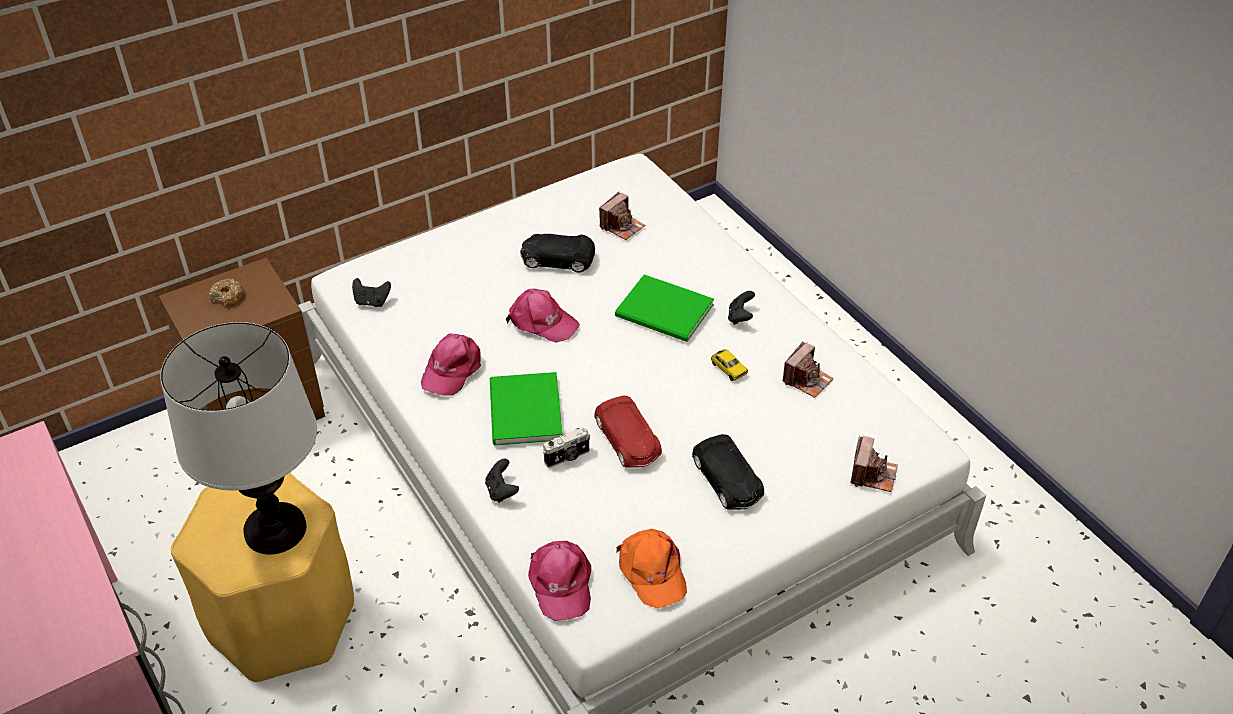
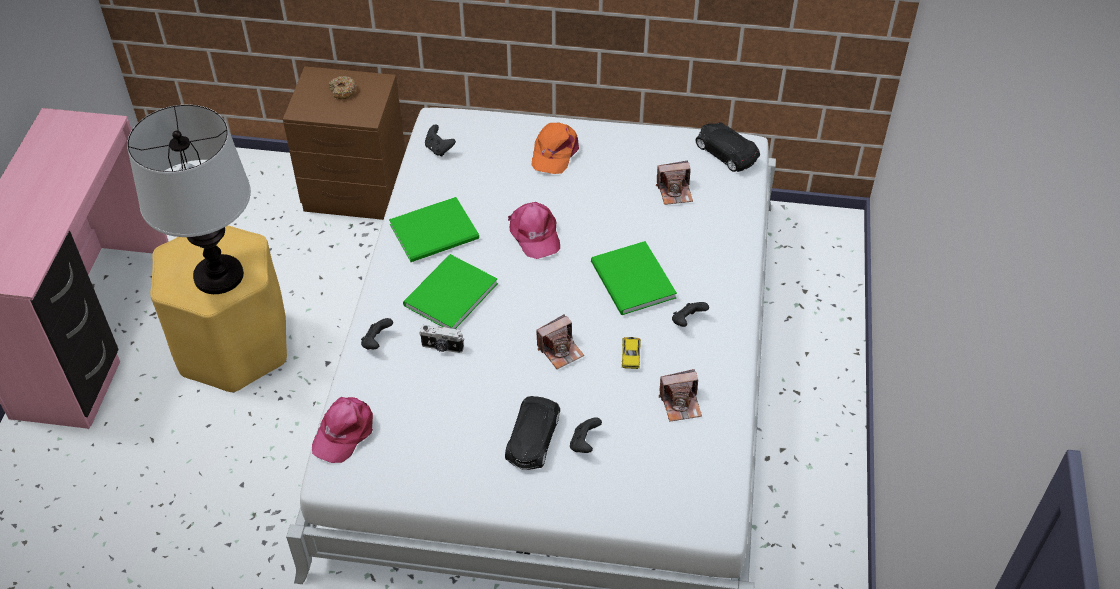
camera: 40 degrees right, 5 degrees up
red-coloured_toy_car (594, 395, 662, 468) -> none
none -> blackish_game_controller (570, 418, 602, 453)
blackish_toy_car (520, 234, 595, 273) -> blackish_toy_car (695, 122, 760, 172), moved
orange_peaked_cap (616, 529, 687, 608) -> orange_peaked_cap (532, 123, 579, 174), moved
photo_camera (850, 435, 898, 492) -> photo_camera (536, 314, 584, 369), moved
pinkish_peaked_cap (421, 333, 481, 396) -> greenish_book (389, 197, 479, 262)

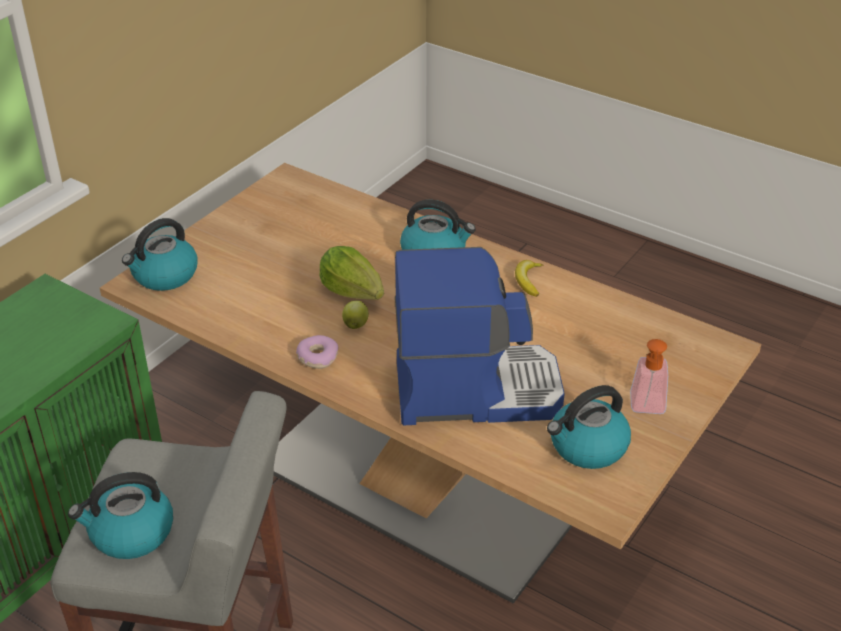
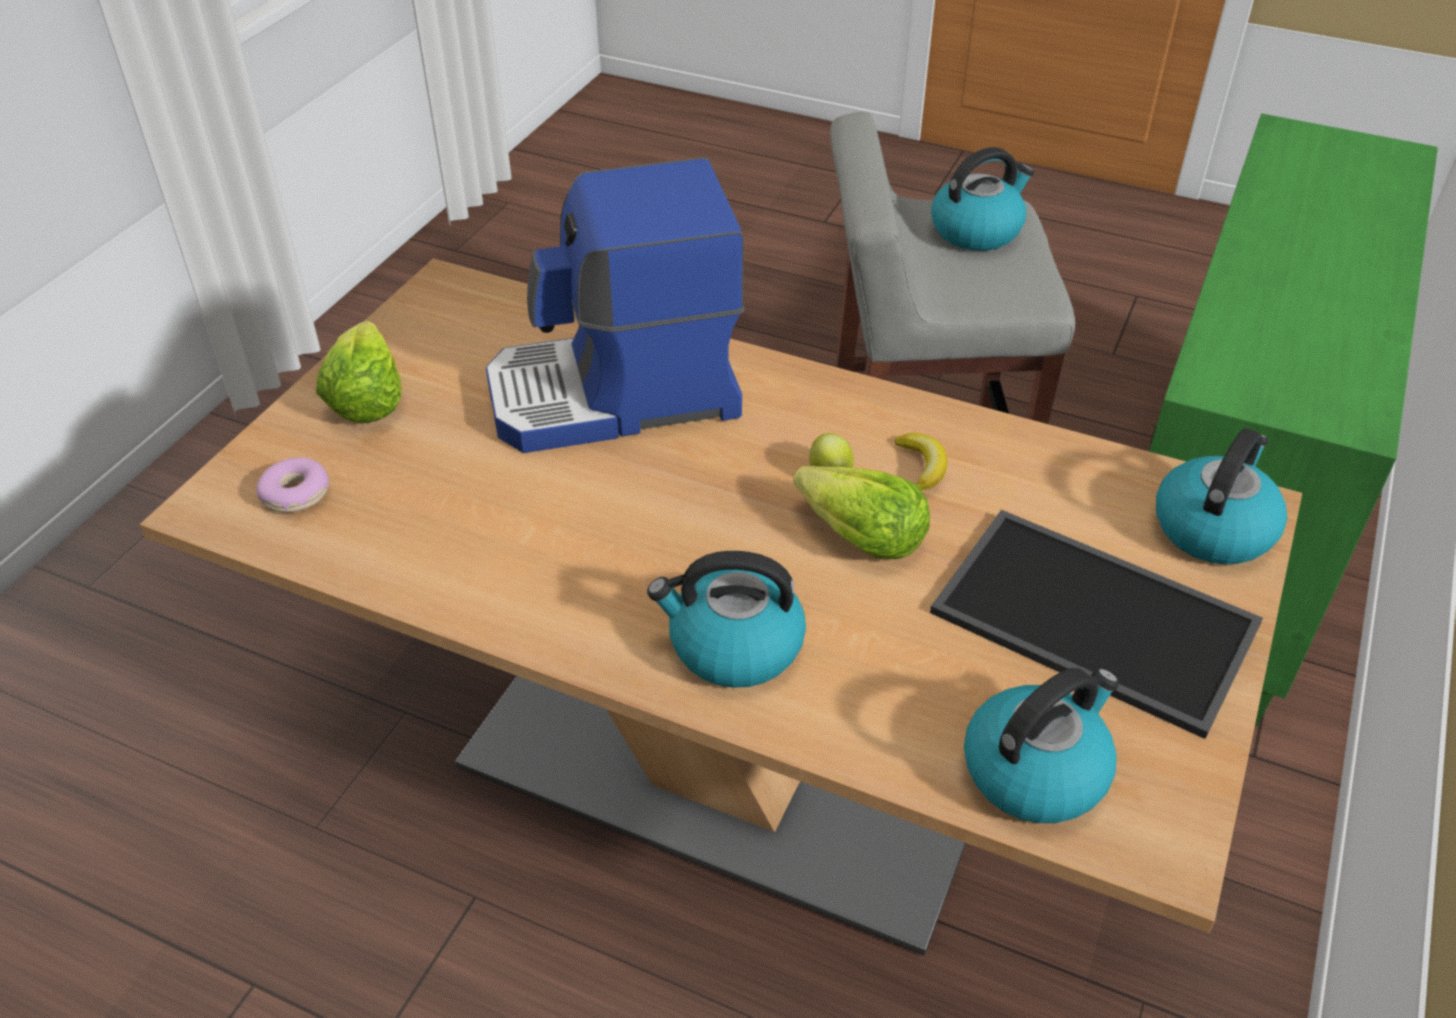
camera: 170 degrees right, 5 degrees up
none -> tray (930, 510, 1263, 739)
donut (296, 335, 338, 369) -> donut (256, 457, 329, 513), moved
whole_banana (515, 260, 544, 297) -> whole_banana (894, 433, 947, 490), moved
kettle (547, 385, 631, 469) -> kettle (964, 668, 1119, 823), moved
soap_bottle (630, 339, 668, 414) -> head_of_lettuce (316, 321, 402, 423)

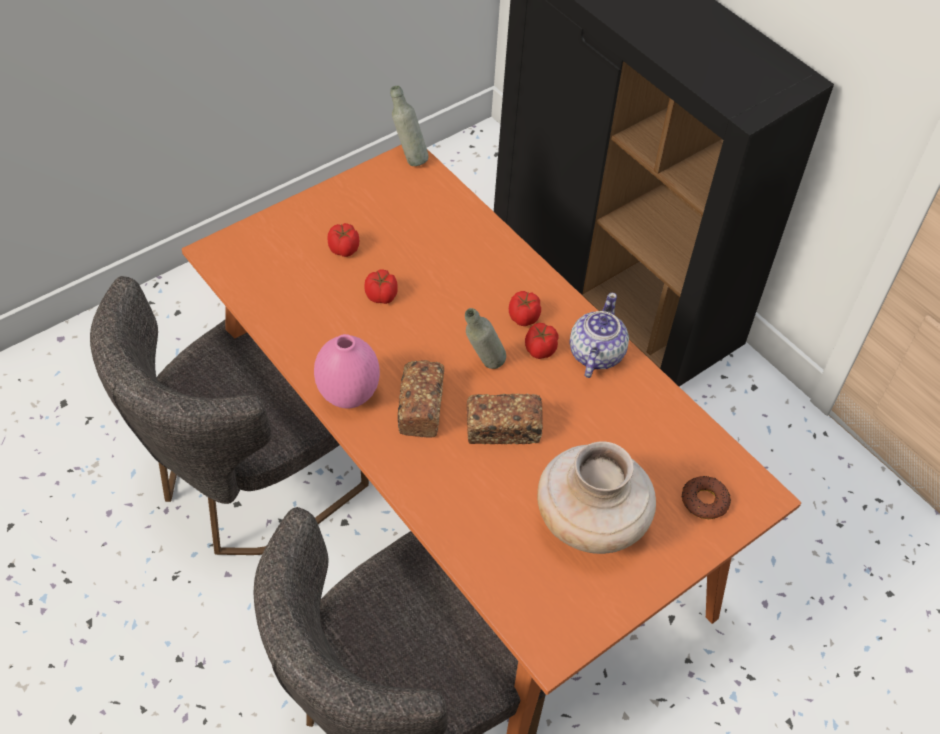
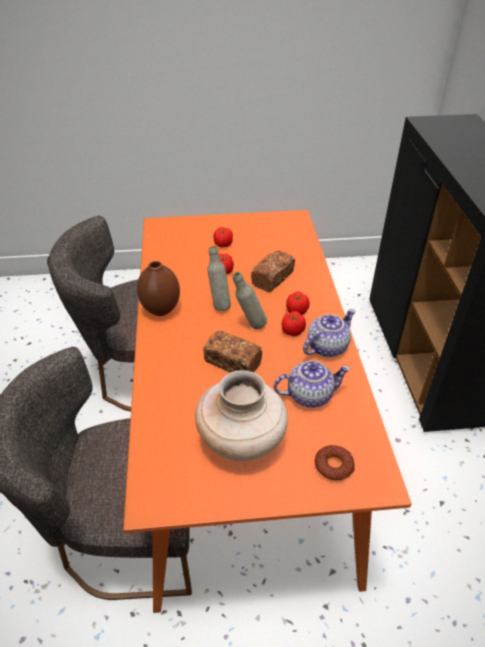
camera: 35 degrees right, 10 degrees down
none -> pot_for_tea (274, 361, 351, 408)
gray_bottle (390, 85, 429, 166) -> gray_bottle (207, 246, 231, 311), moved
baked_bread (398, 360, 444, 438) -> baked_bread (251, 251, 295, 292), moved
pinkish_vase (314, 334, 380, 409) -> brownish_vase (137, 261, 180, 316)

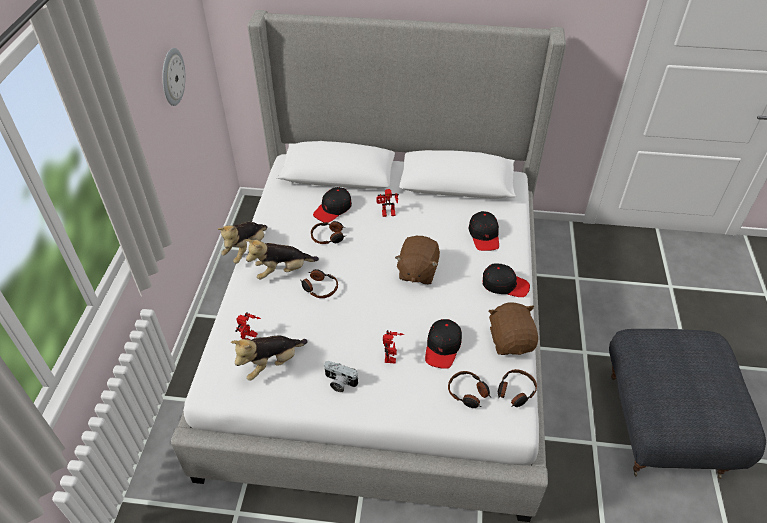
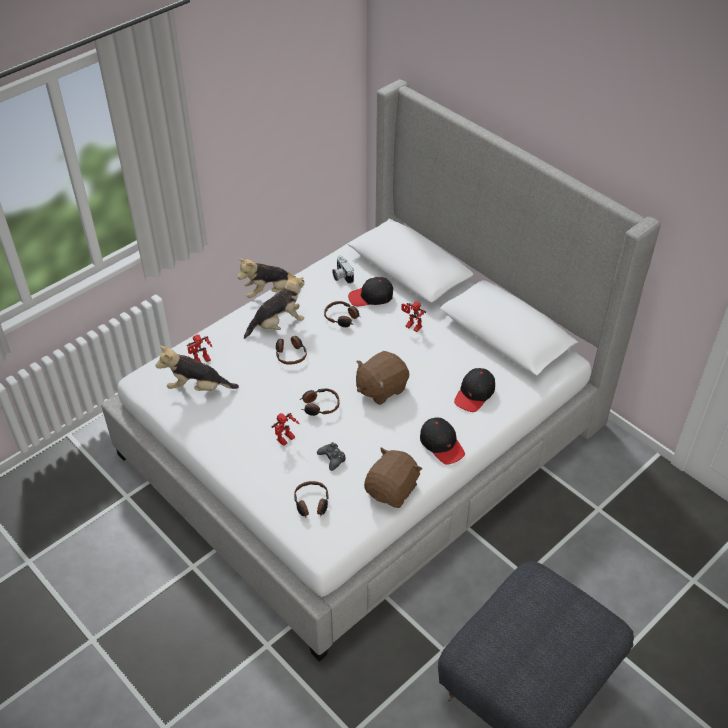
camera: 40 degrees right, 0 degrees up
hanging_clock (162, 48, 186, 106) -> none
photo_camera (324, 361, 359, 392) -> photo_camera (332, 255, 354, 284), moved
headset (498, 369, 537, 407) -> headset (299, 389, 340, 416), moved
blackish_peaked_cap (425, 319, 462, 369) -> blackish_game_controller (317, 442, 345, 471)
soft_toy (246, 239, 319, 279) -> soft_toy (244, 271, 304, 339), 135 degrees clockwise

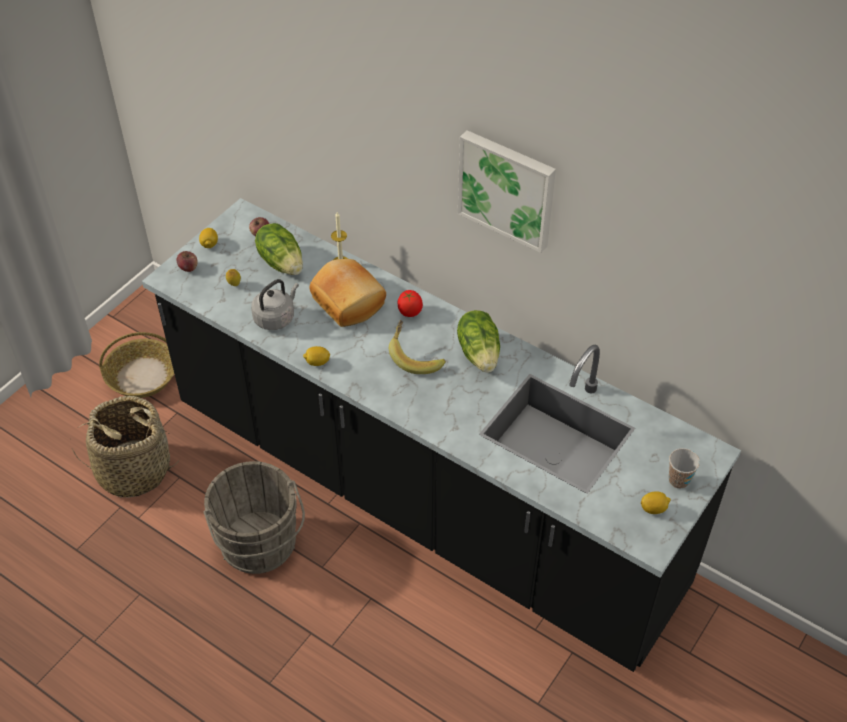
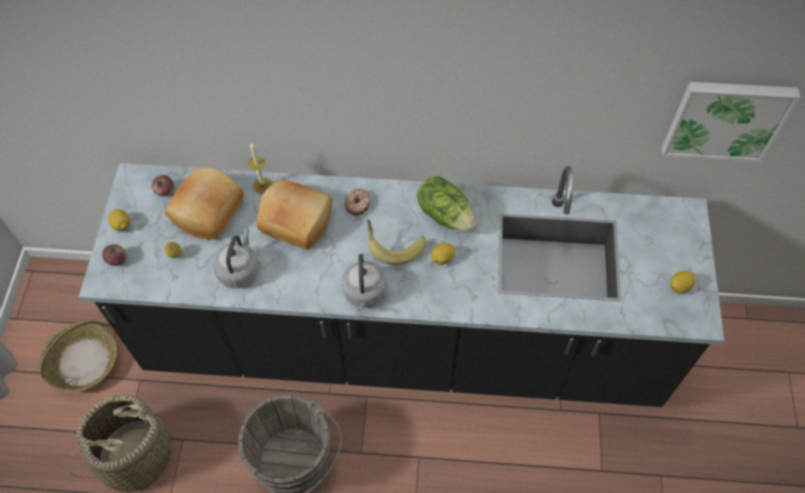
camera: 30 degrees left, 10 degrees up
cup (669, 448, 700, 489) -> none
none -> gray_kettle (342, 254, 387, 311)
whole_lemon (303, 346, 330, 366) -> whole_lemon (431, 243, 455, 265), moved
wall_picture (458, 130, 556, 253) -> wall_picture (662, 82, 800, 162), moved
head_of_lettuce (255, 223, 303, 275) -> baked_bread (165, 168, 244, 240)
tomato (398, 290, 423, 317) -> donut (344, 188, 370, 215)

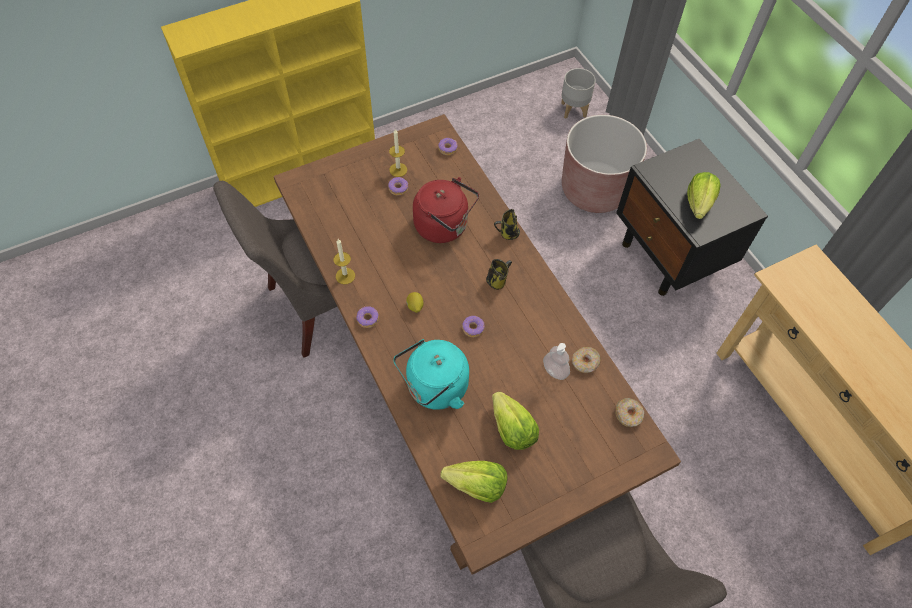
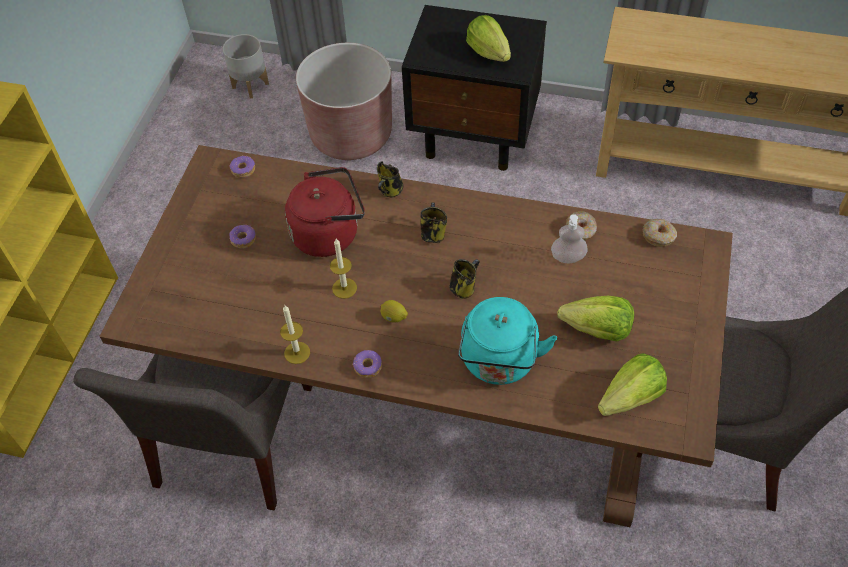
camera: 45 degrees left, 5 degrees down
candle (389, 129, 407, 177) -> candle (330, 239, 357, 299), moved
donut (462, 316, 485, 337) -> tea_mug (449, 259, 480, 299)

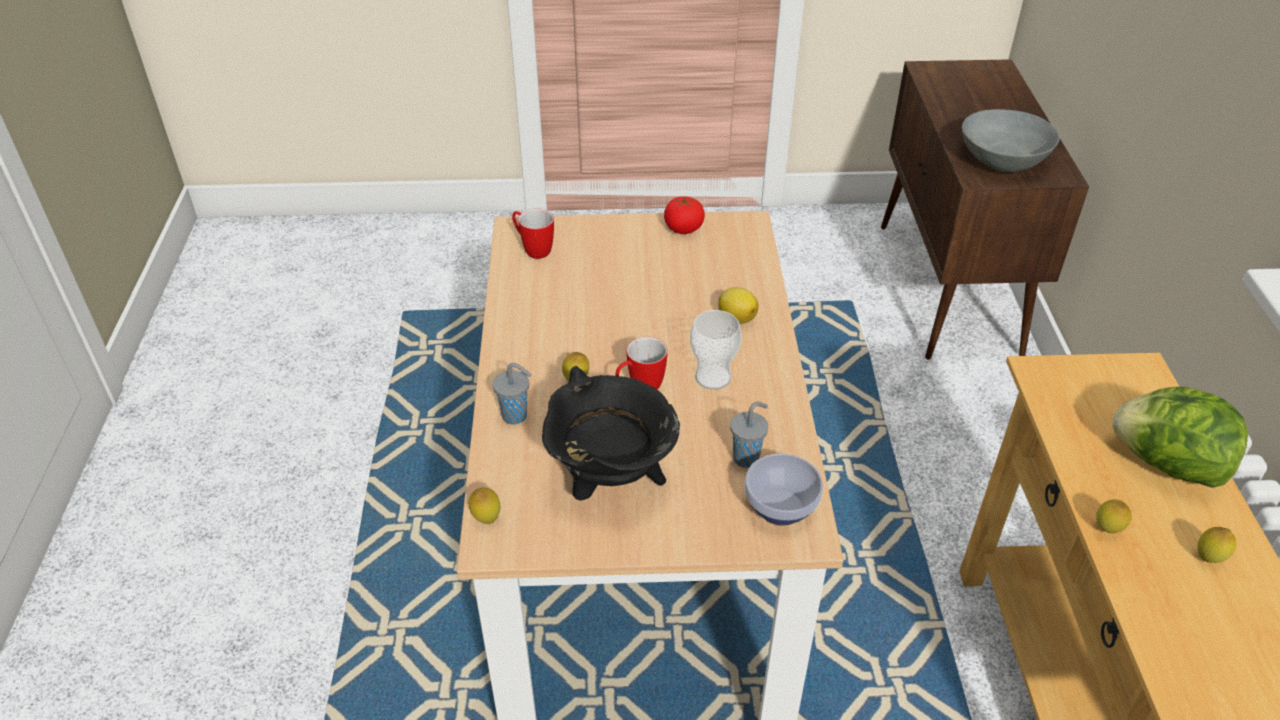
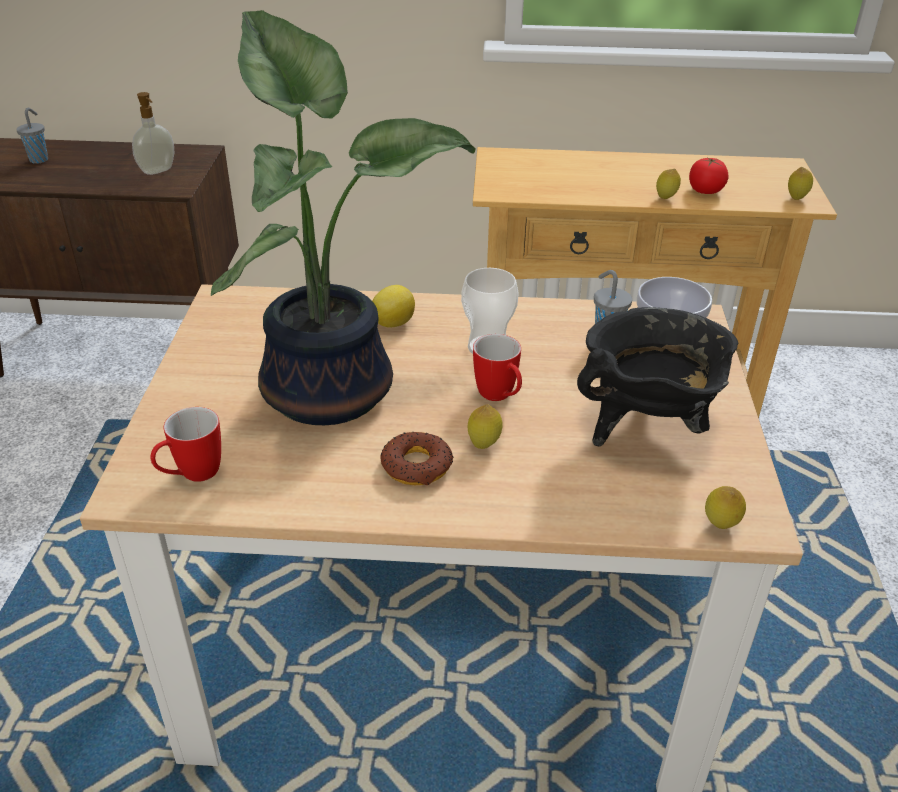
camera: 85 degrees left, 5 degrees down
head_of_lettuce (1112, 387, 1248, 488) -> none
none -> plant_in_a_pot (211, 10, 476, 425)
none -> donut (380, 432, 453, 485)
gray_cup (493, 363, 532, 425) -> gray_cup (16, 108, 48, 164), moved
tomato (664, 196, 705, 234) -> tomato (689, 158, 728, 194), moved
whole_lemon (1198, 527, 1236, 563) -> whole_lemon (788, 167, 813, 200), moved
gray_bowl (962, 109, 1060, 172) -> soap_bottle (132, 92, 174, 175)

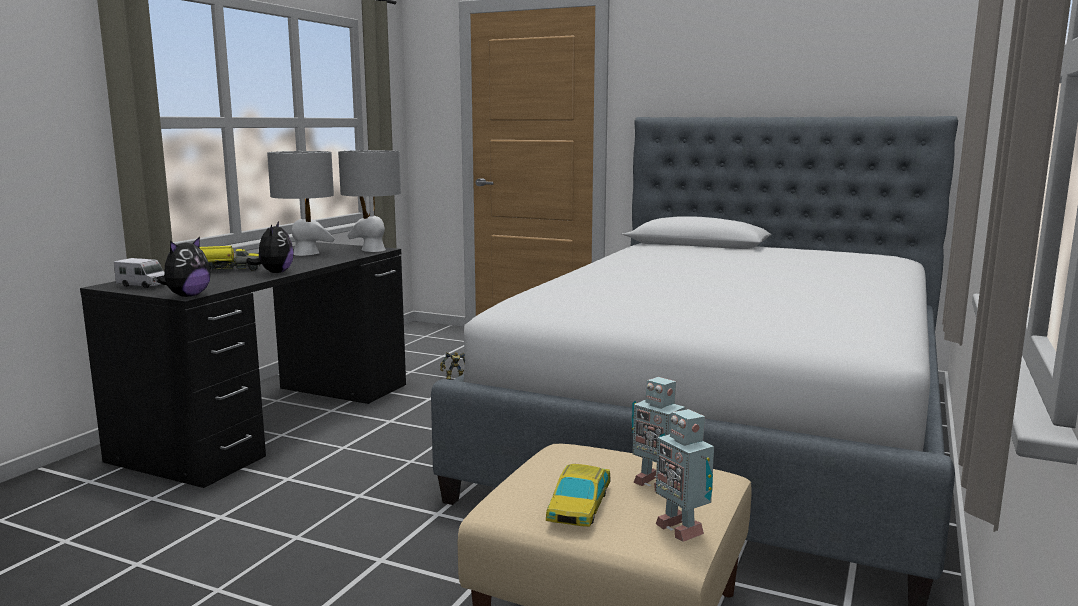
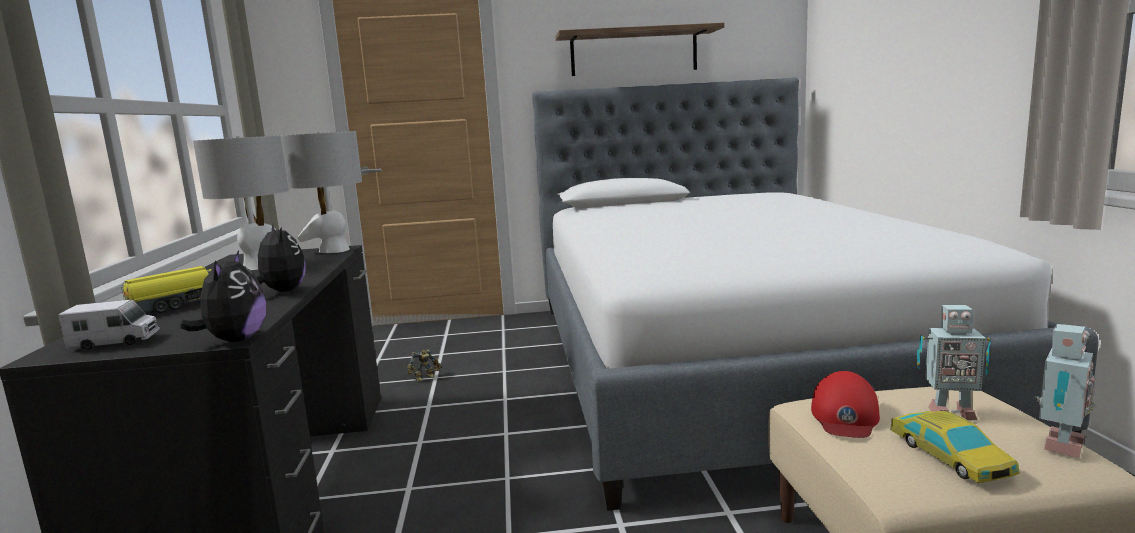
camera: 30 degrees left, 0 degrees up
none -> wall_shelf (555, 23, 725, 76)
none -> red-coloured_peaked_cap (811, 371, 880, 438)
robot_figure (656, 409, 714, 542) -> robot_figure (1035, 324, 1095, 458), 75 degrees counterclockwise

